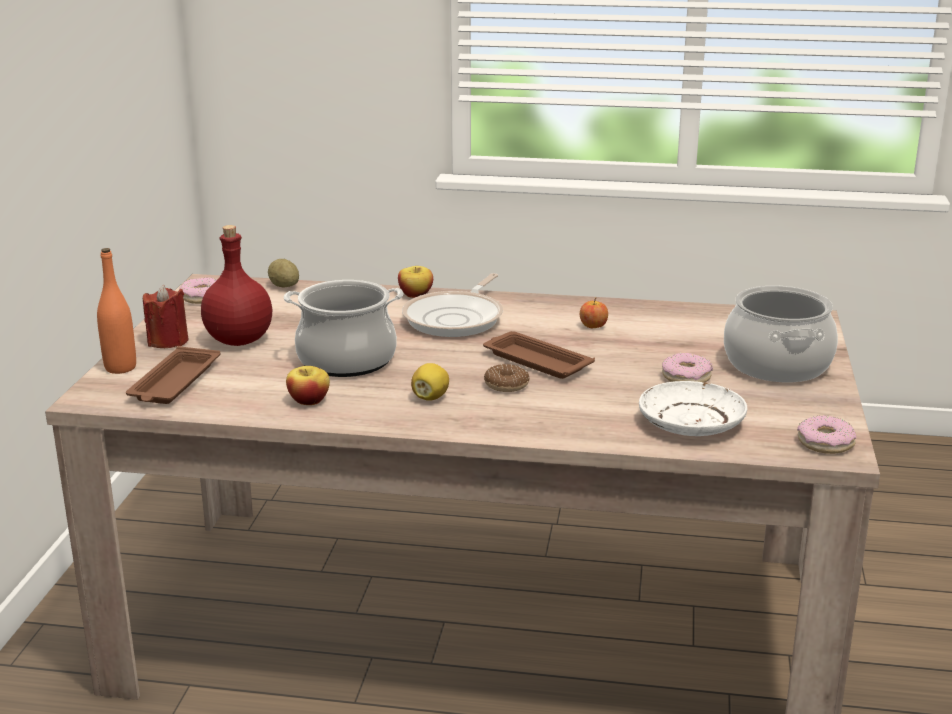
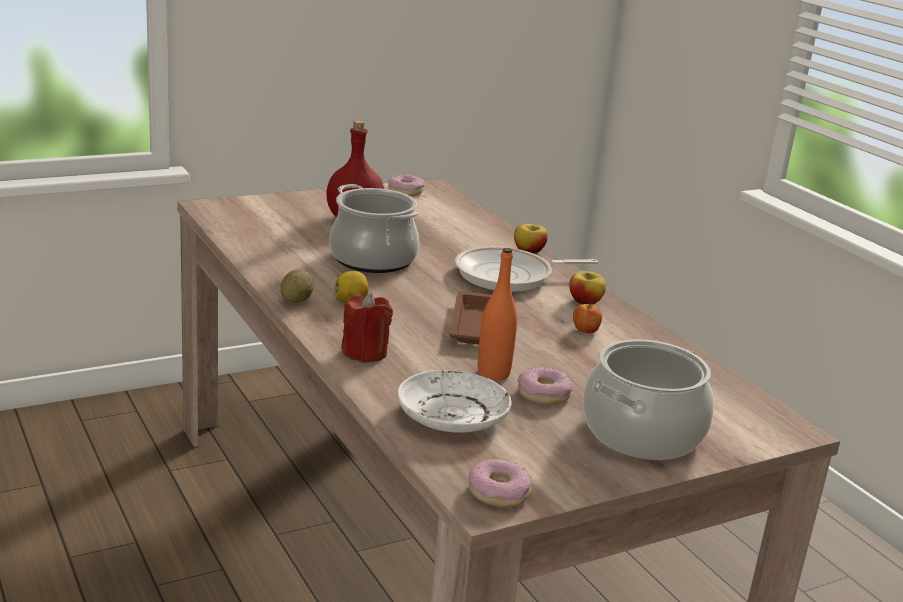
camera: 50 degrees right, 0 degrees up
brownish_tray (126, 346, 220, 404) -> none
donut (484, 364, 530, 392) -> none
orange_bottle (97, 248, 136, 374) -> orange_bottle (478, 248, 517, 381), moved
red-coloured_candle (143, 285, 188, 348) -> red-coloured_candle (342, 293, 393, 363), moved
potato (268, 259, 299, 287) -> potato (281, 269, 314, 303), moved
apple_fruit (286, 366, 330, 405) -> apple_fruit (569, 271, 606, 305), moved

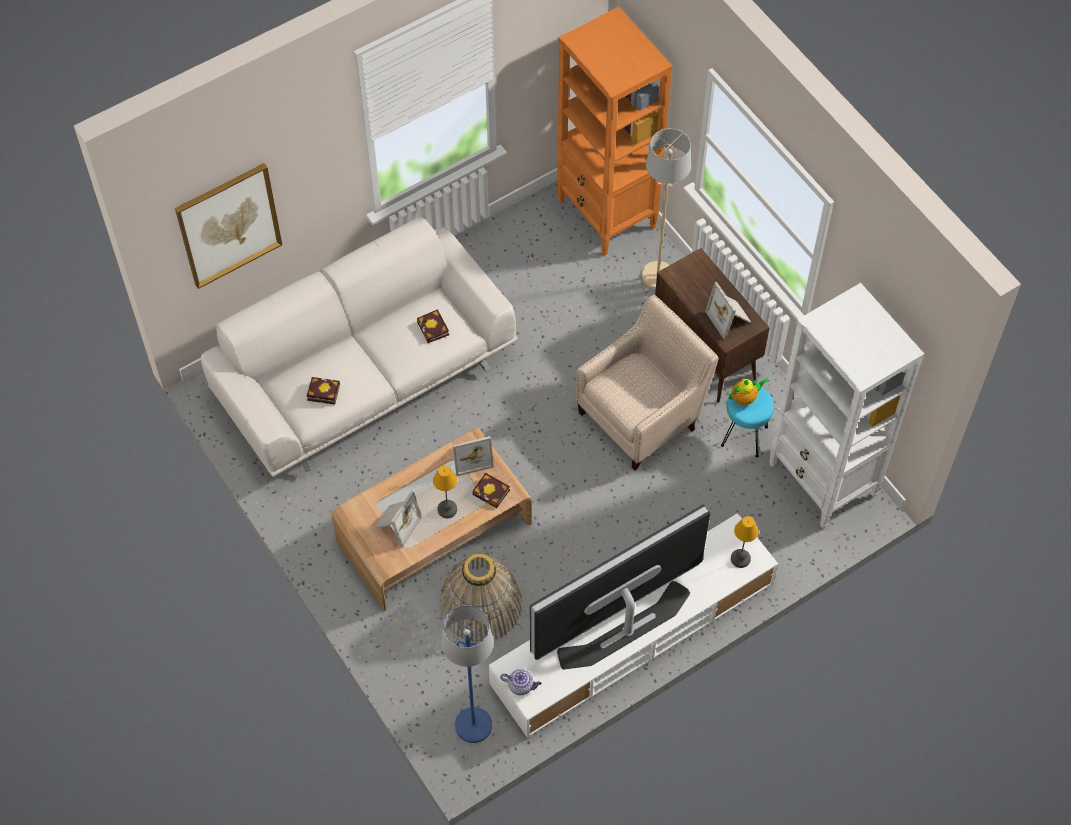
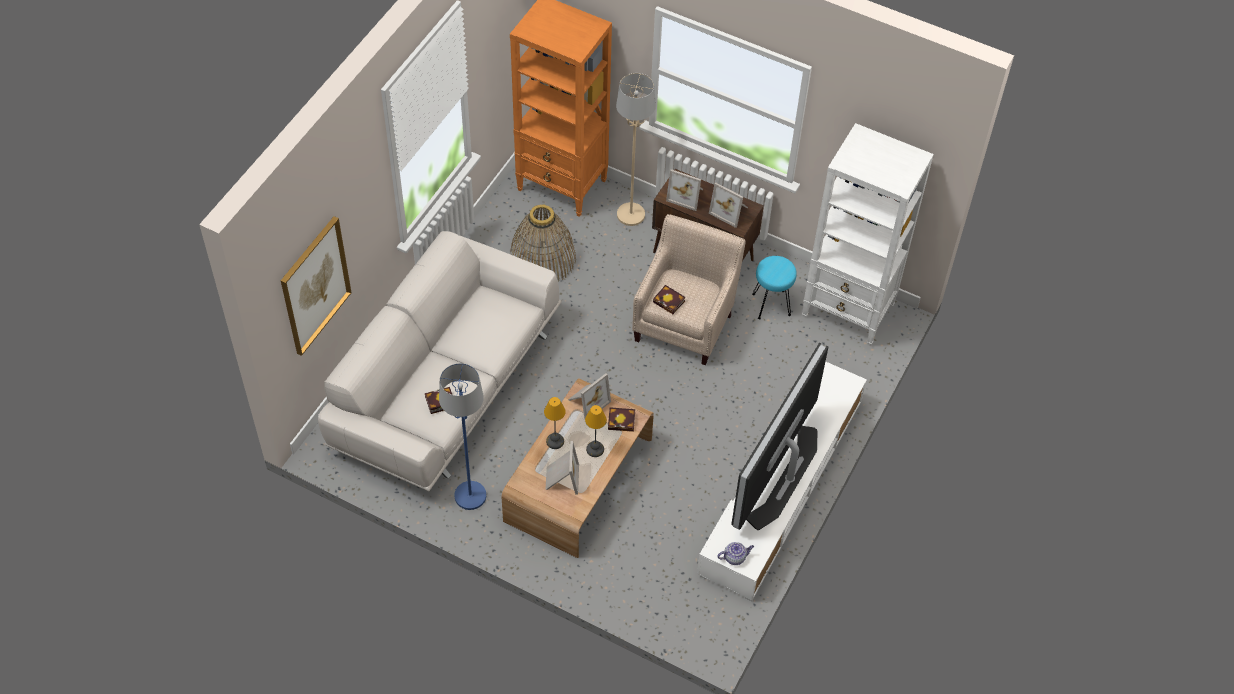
camera: 30 degrees left, 5 degrees down
pot_for_tea (729, 378, 769, 405) -> none
none -> picture_frame (666, 169, 703, 211)
book (417, 309, 449, 343) -> book (653, 285, 685, 314), moved
basket (440, 554, 522, 643) -> basket (510, 205, 576, 281), moved
blue_standing_lamp (441, 605, 494, 743) -> blue_standing_lamp (439, 363, 486, 510), moved
tabletop_lamp (731, 516, 759, 568) -> tabletop_lamp (544, 397, 566, 449), moved

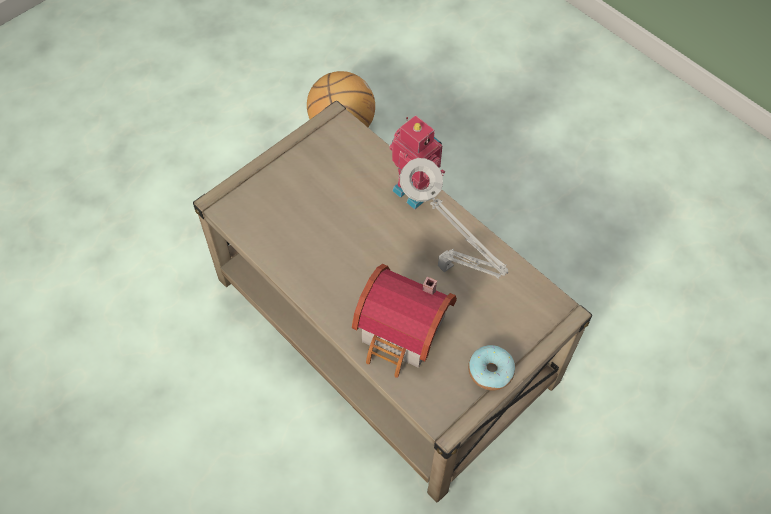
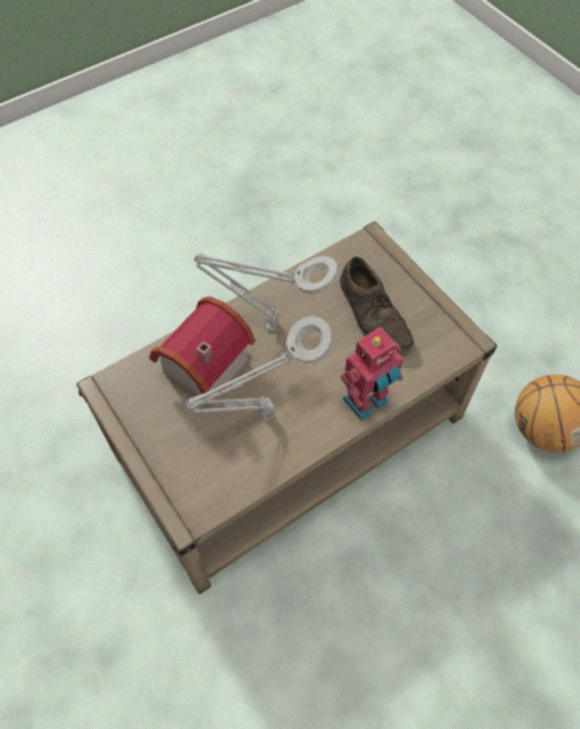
camera: 100 degrees right, 0 degrees up
donut (468, 345, 515, 390) -> none
none -> gray_tabletop_lamp (194, 253, 339, 331)
none -> brownish_item_of_footwear (340, 257, 414, 353)

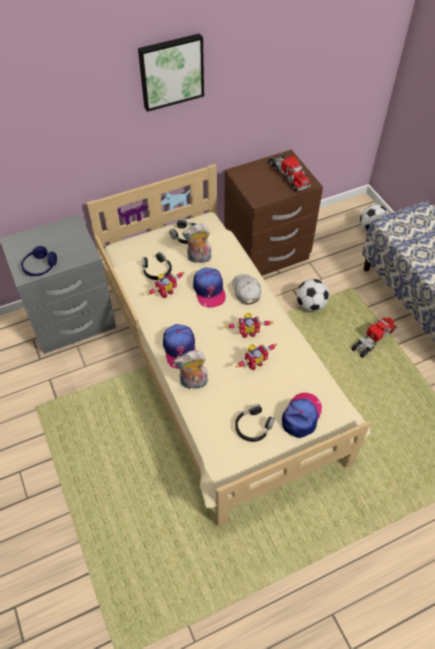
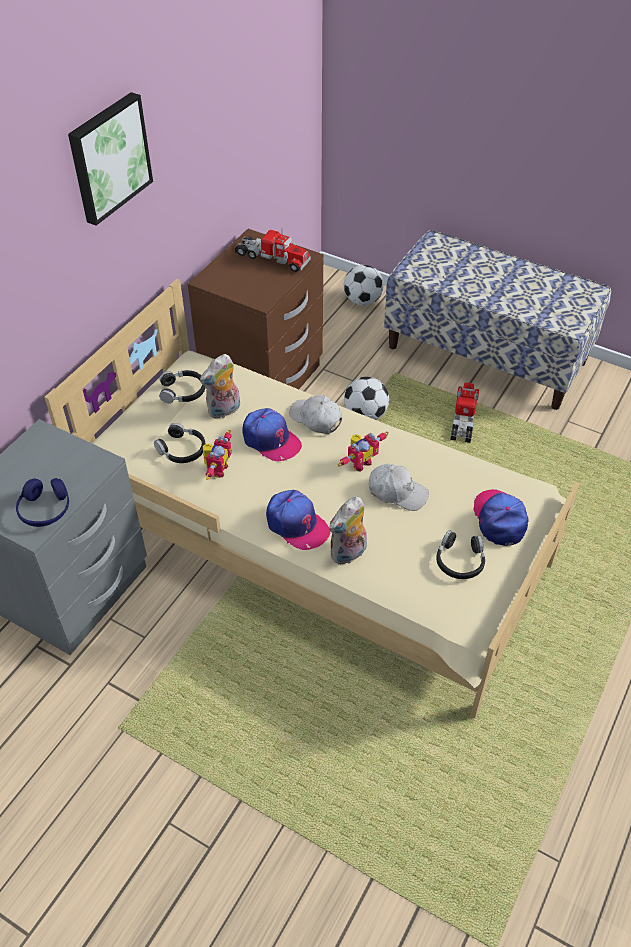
camera: 35 degrees left, 5 degrees down
robot_figure (236, 344, 277, 370) -> whitish_peaked_cap (369, 464, 429, 511)

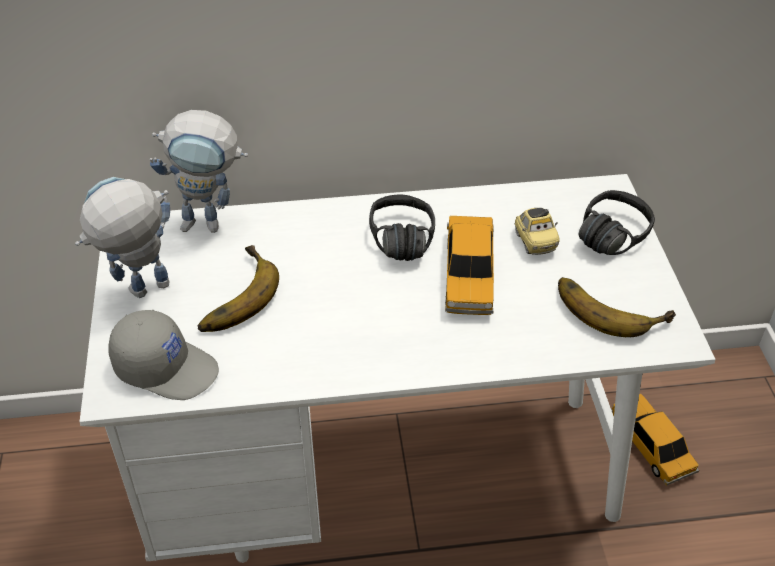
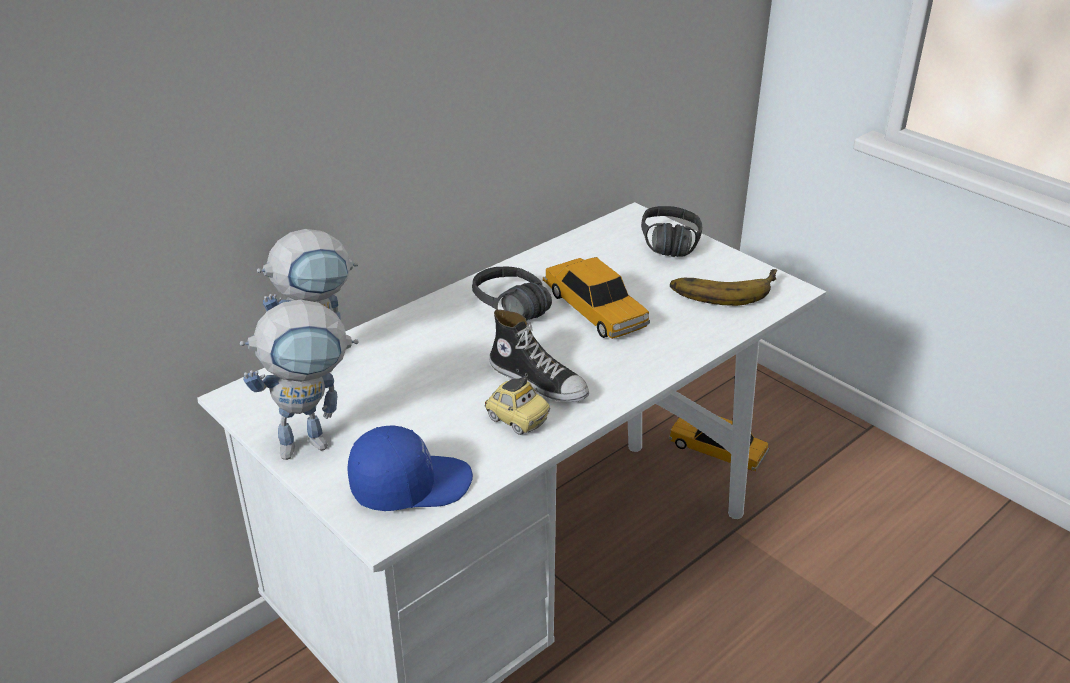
camera: 35 degrees left, 10 degrees down
whole_banana (197, 245, 279, 332) -> none
none -> item_of_footwear (489, 310, 589, 402)
toy_car (515, 208, 560, 255) -> toy_car (485, 376, 550, 435), moved
gray_peaked_cap (108, 310, 219, 400) -> blue_peaked_cap (348, 425, 473, 511)
robot_figure (75, 177, 170, 298) -> robot_figure (240, 300, 358, 460), 135 degrees counterclockwise

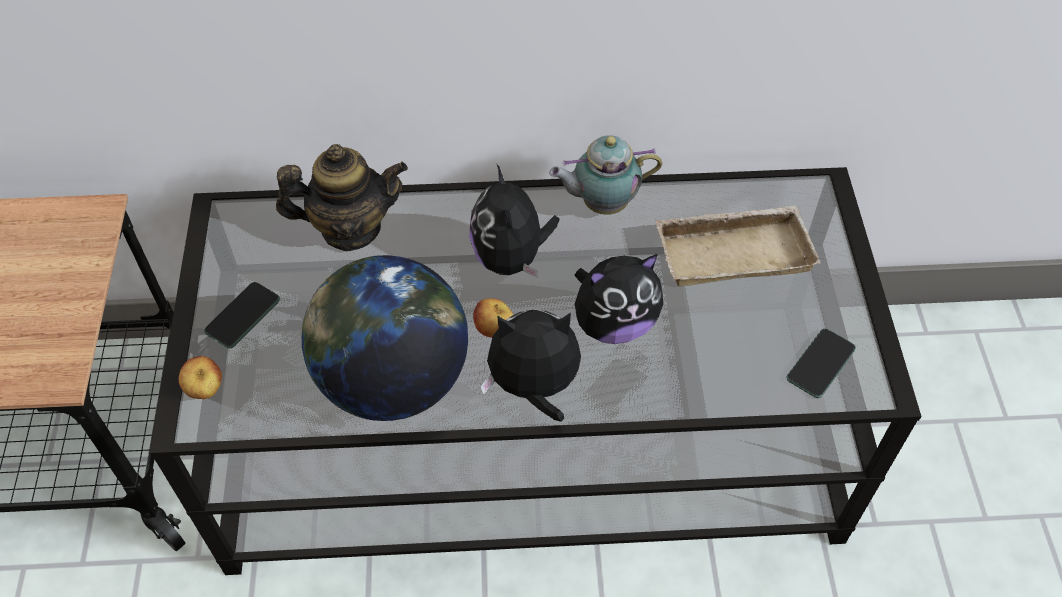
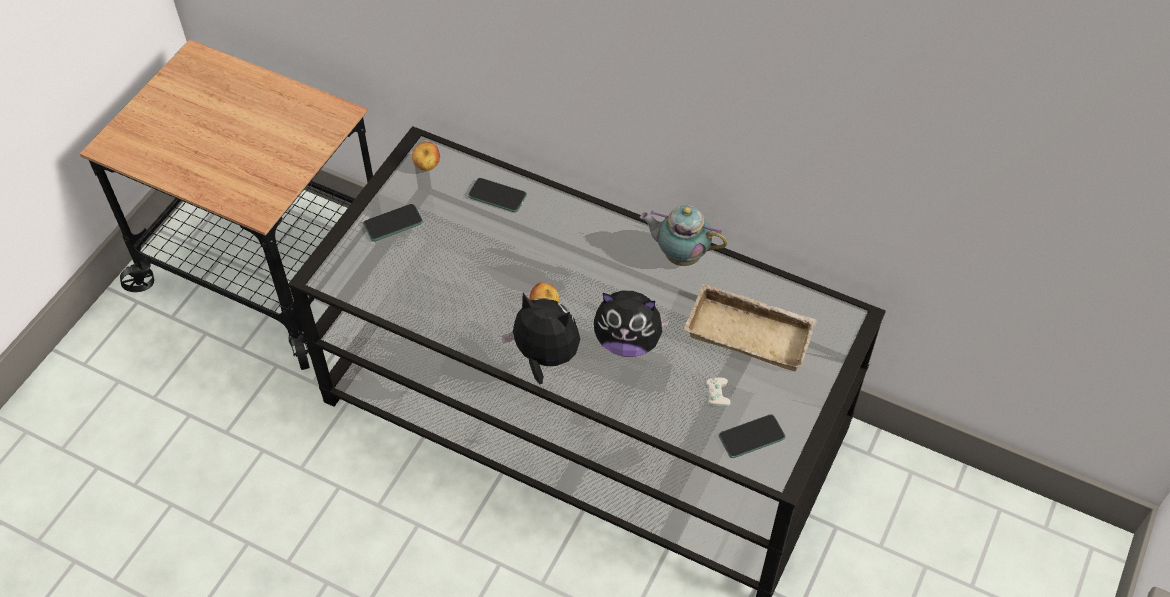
camera: 30 degrees right, 0 degrees up
globe (302, 255, 468, 421) -> none
soft_toy (469, 165, 560, 278) -> none
none -> whitish_game_controller (660, 364, 731, 427)
apple_fruit (179, 356, 222, 399) -> apple_fruit (412, 142, 440, 171), moved
pot_for_tea (276, 144, 408, 251) -> telephone (468, 178, 527, 212)

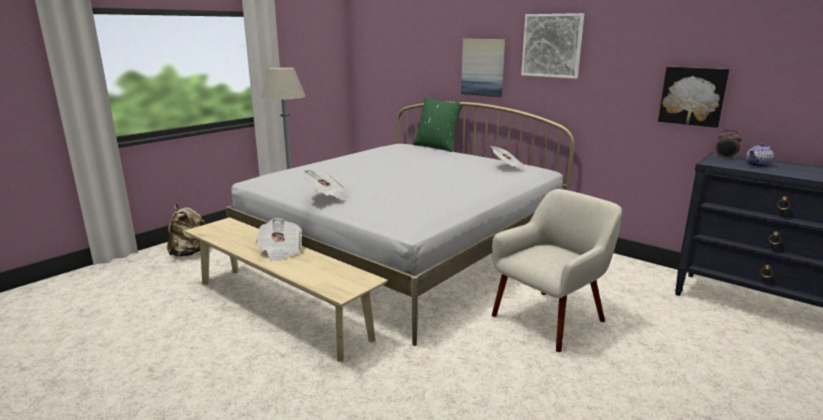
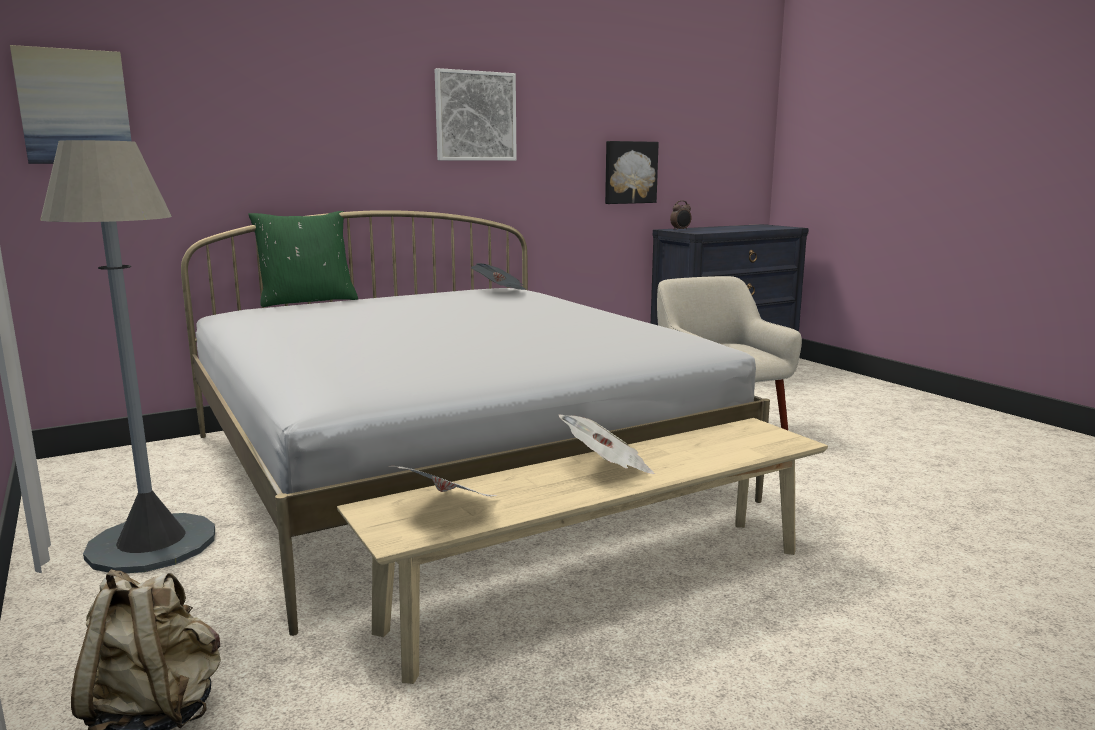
camera: 70 degrees left, 5 degrees down
pot_for_tea (746, 143, 774, 168) -> none
newspaper (304, 170, 347, 200) -> newspaper (389, 466, 497, 498), moved
wall_picture (461, 39, 505, 97) -> wall_picture (10, 45, 131, 164), moved

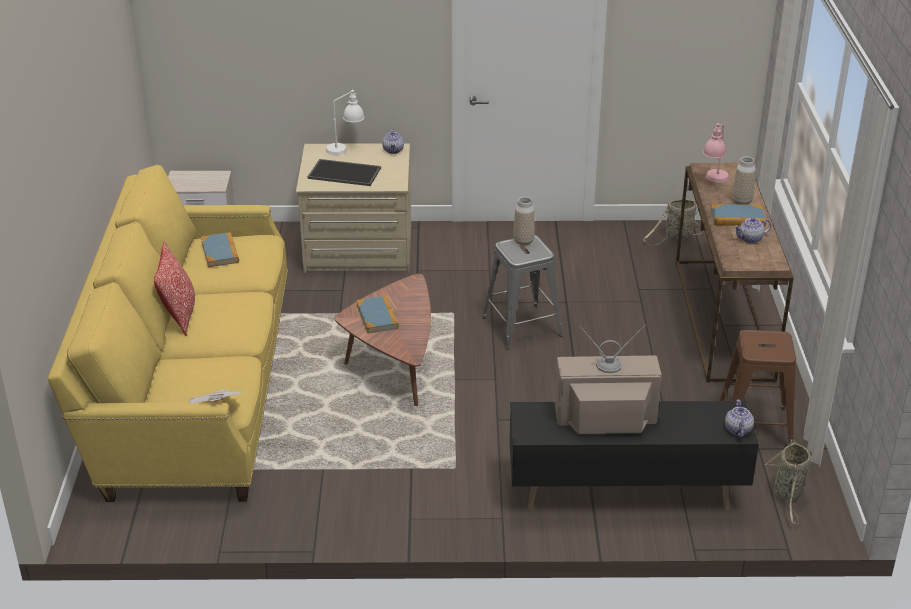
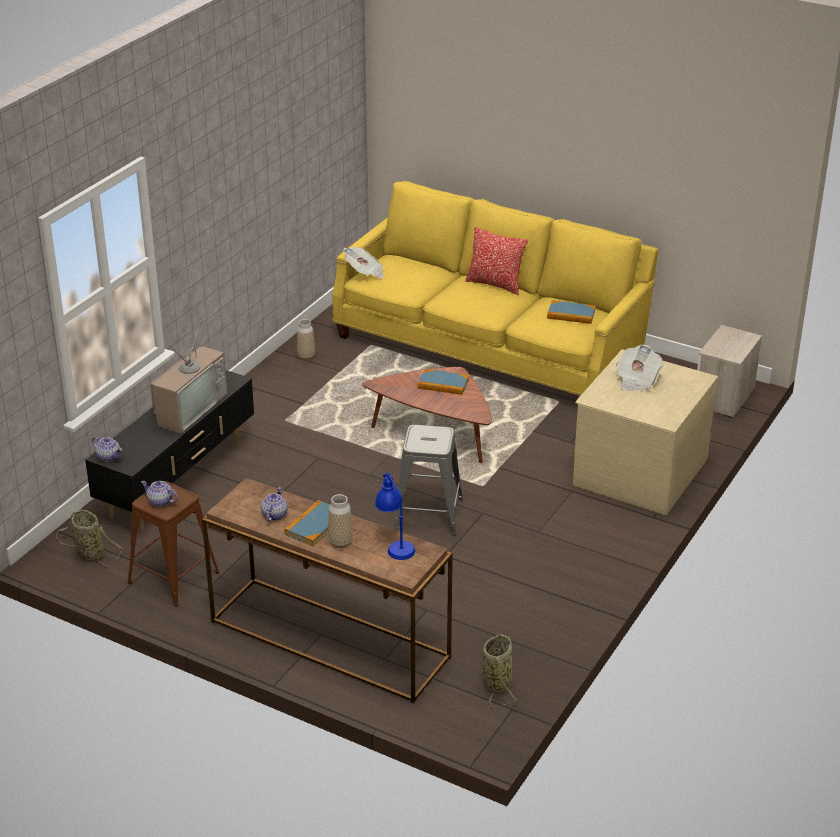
camera: 120 degrees right, 0 degrees up
whitish_tabletop_lamp (326, 89, 365, 155) -> none
pot_for_tea (382, 129, 404, 154) -> pot_for_tea (141, 481, 178, 507), moved
vase (513, 197, 535, 245) -> vase (297, 319, 315, 360), moved
tray (307, 159, 381, 186) -> newspaper (616, 345, 663, 391)
pinkish_tabletop_lamp (703, 123, 729, 183) -> blue_tabletop_lamp (375, 472, 415, 560)

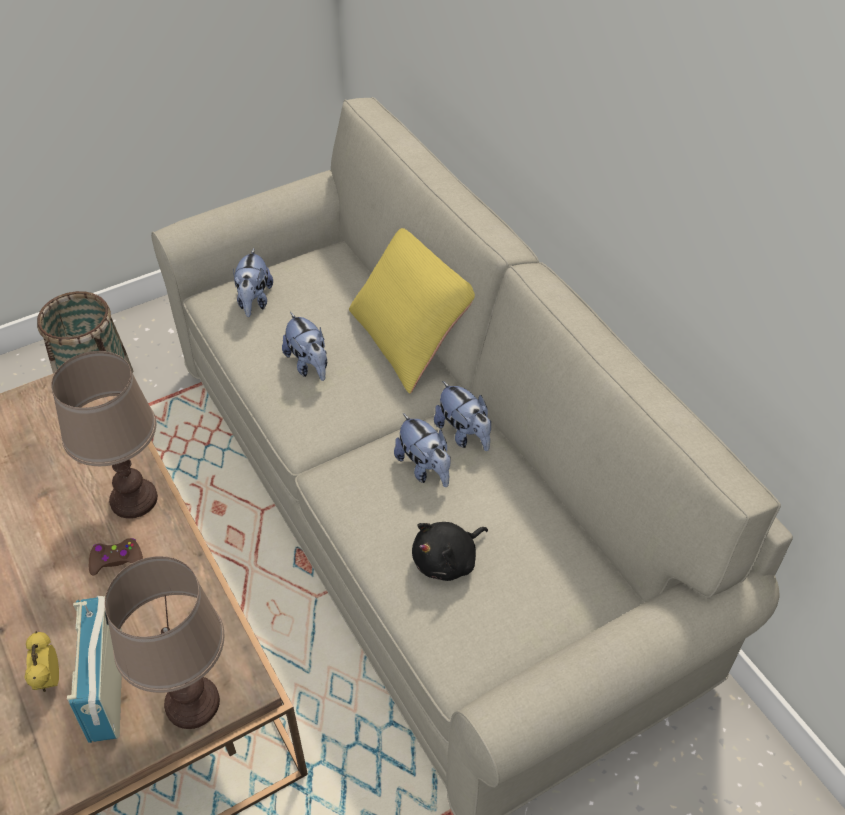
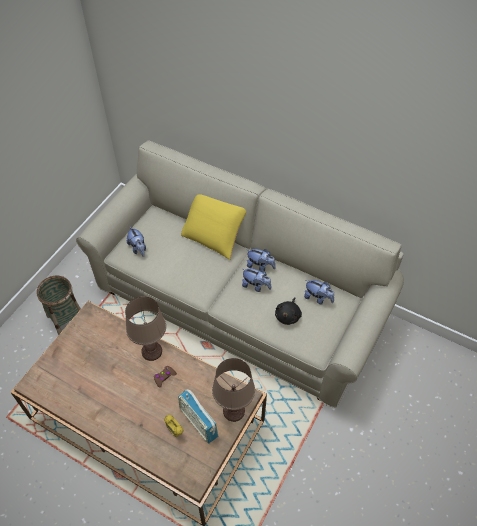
camera: 30 degrees left, 5 degrees up
soft_toy (282, 312, 327, 381) -> soft_toy (304, 280, 334, 305), moved

